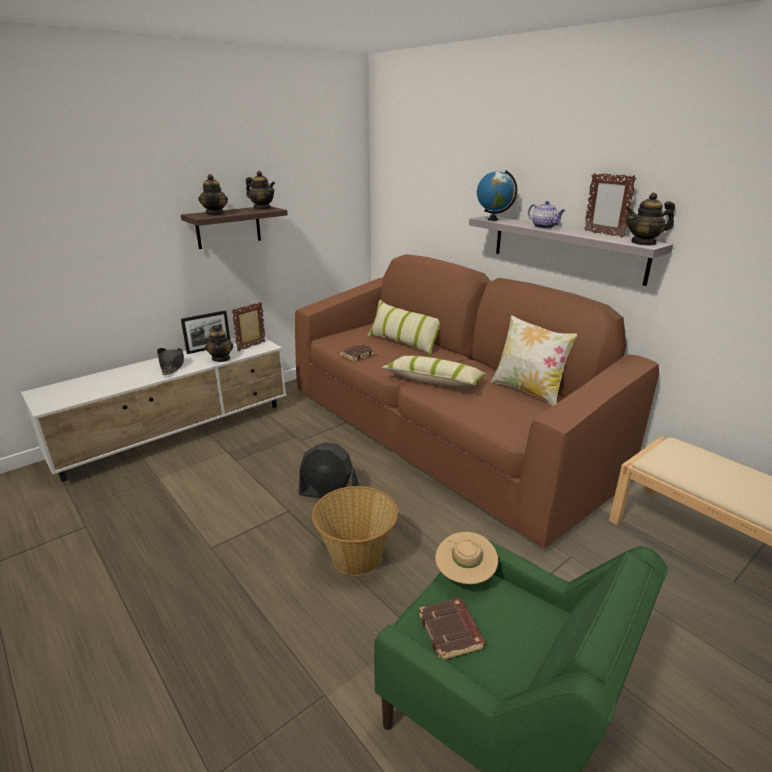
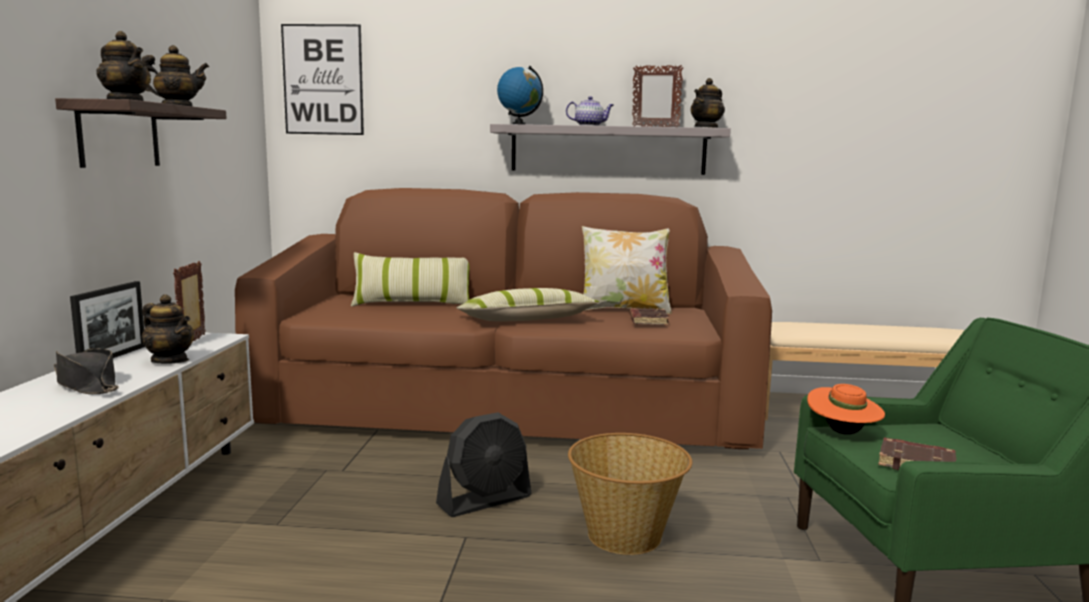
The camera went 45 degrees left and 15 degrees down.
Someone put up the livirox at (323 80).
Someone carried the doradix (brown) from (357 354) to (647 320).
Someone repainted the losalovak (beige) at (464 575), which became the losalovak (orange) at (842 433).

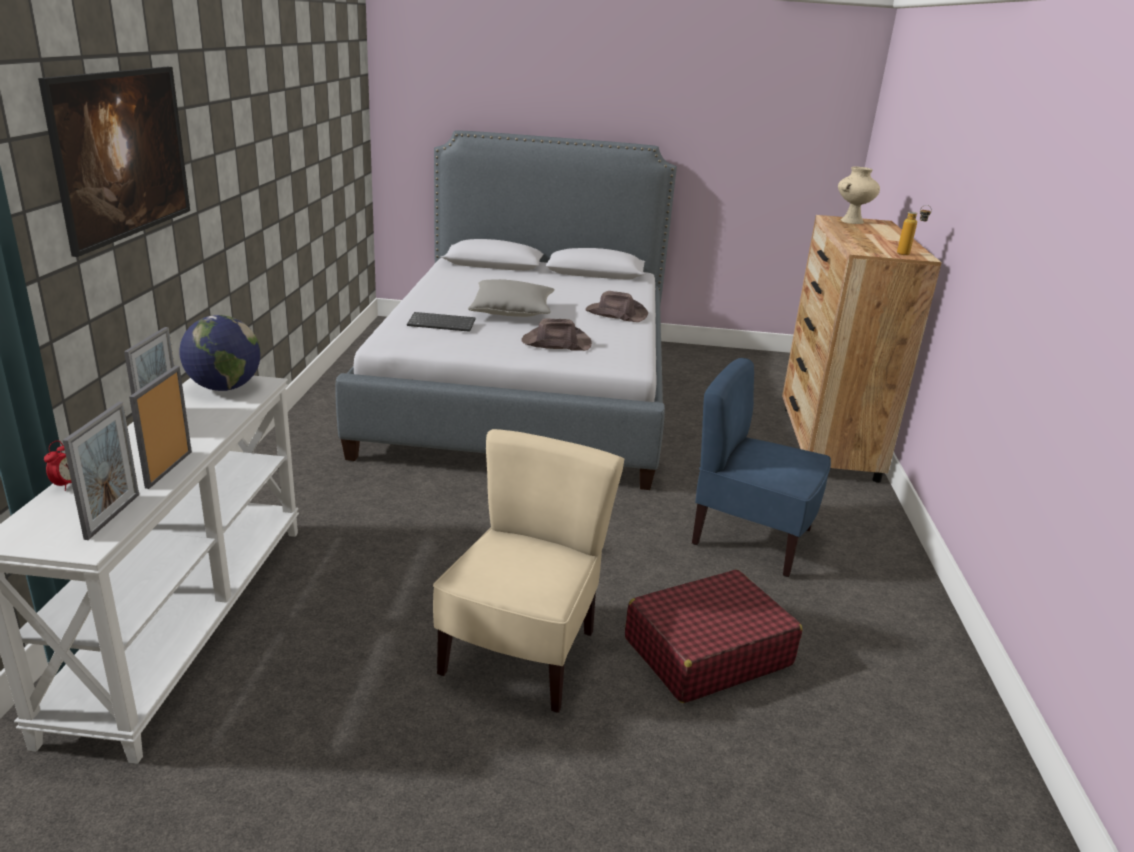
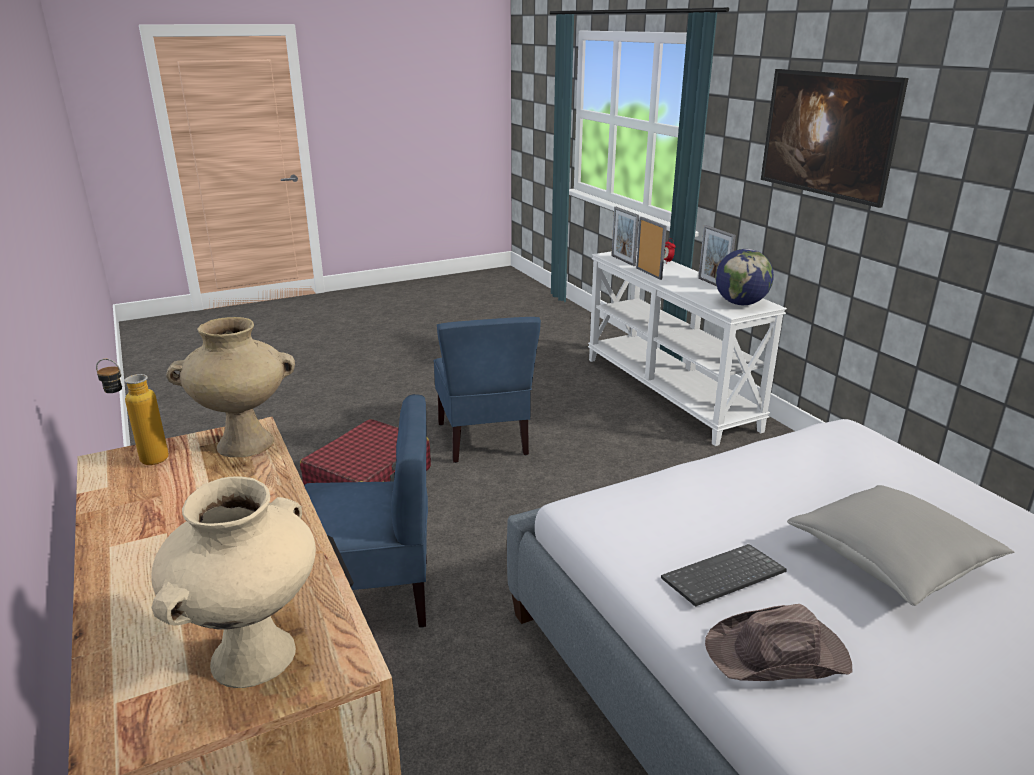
The camera went 150 degrees right and 0 degrees up.
Someone put down the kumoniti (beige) at (247 443).
Someone repainted the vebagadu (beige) at (522 654), which became the vebagadu (blue) at (484 439).
Someone carried the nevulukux from (442 323) to (723 579).
Someone took away the losalovak (brown) at (555 343).

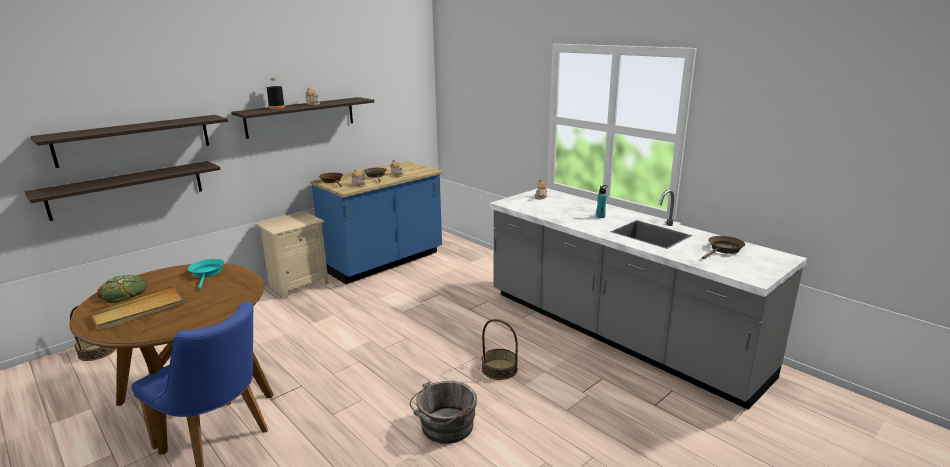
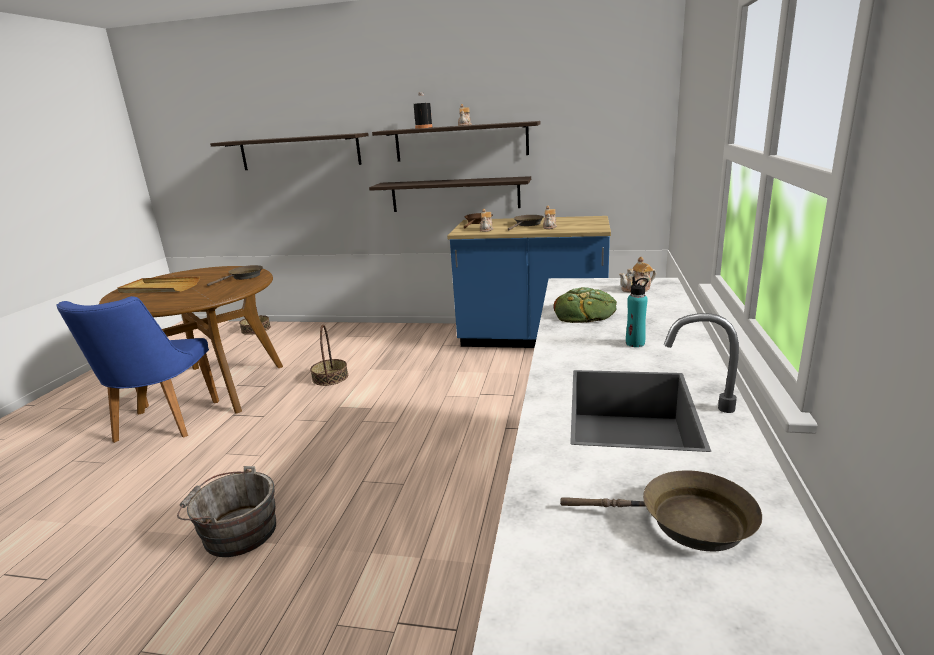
The camera went 55 degrees right and 0 degrees up.
Someone repainted the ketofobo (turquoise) at (207 273), which became the ketofobo (brown) at (244 277).
Someone carried the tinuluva from (499 369) to (330 377).
Someone carried the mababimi from (127 189) to (455 194).
Someone carried the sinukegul from (124 292) to (584 312).
Someone took away the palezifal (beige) at (298 285).

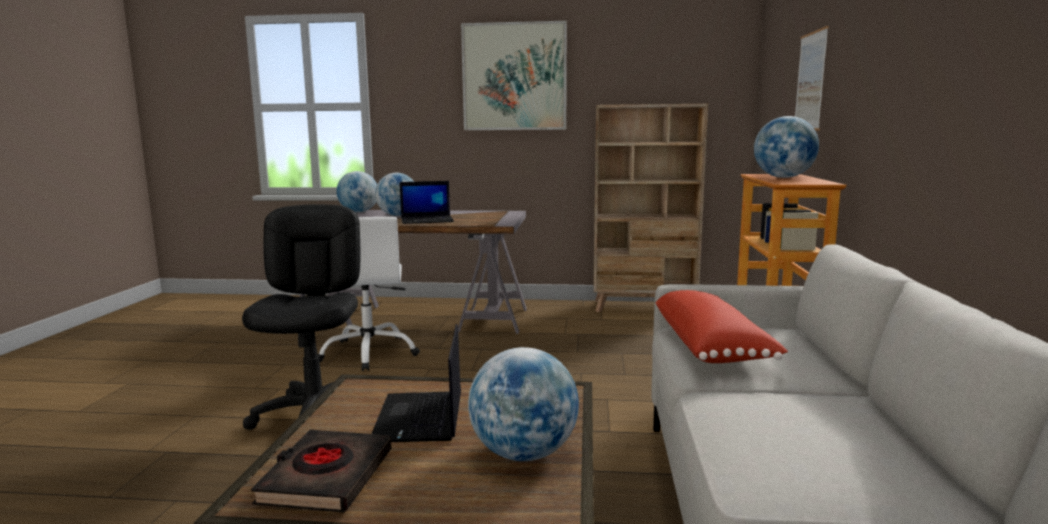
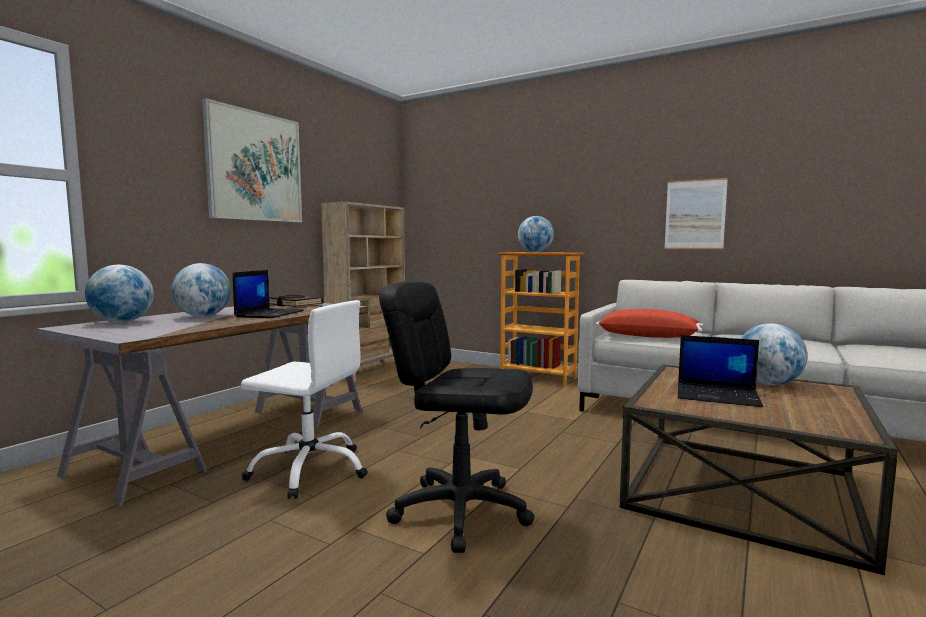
The camera went 65 degrees left and 5 degrees down.
Someone carried the doradix (black) from (326 477) to (294 304).
Someone carried the livirox from (810 81) to (695 214).

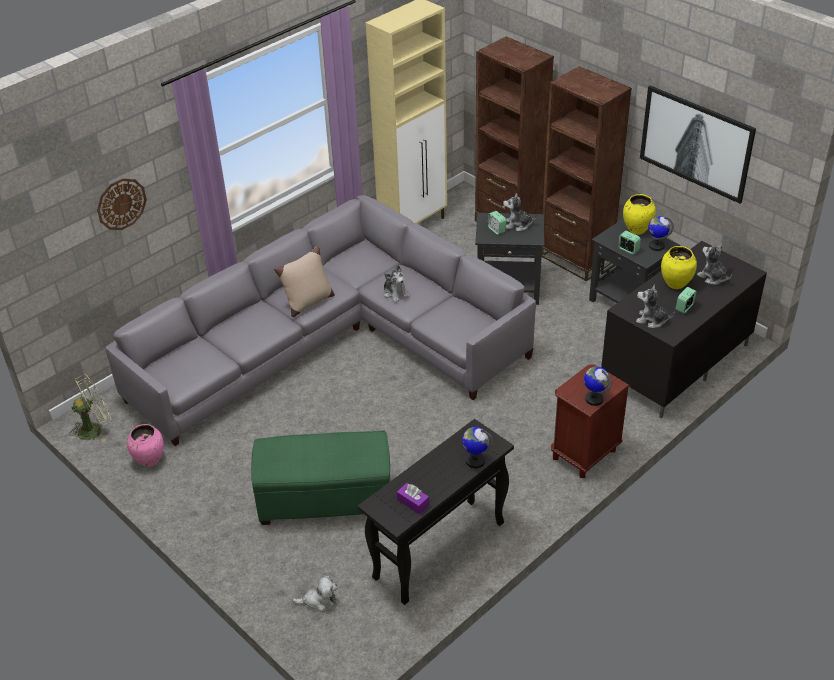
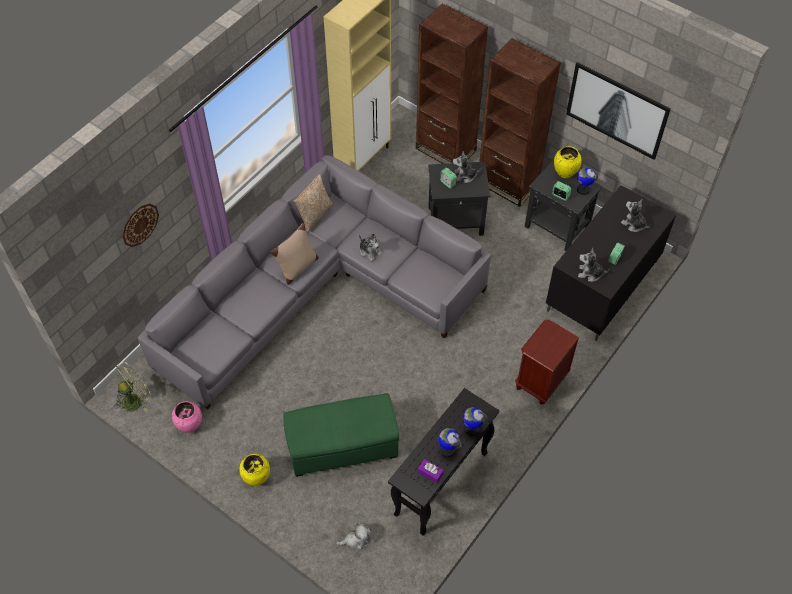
The camera went 10 degrees left and 15 degrees up.
Someone carried the kumoniti (yellow) from (675 284) to (257 477).
Someone put down the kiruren at (314 215).
Someone carried the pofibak from (594 399) to (447 449).

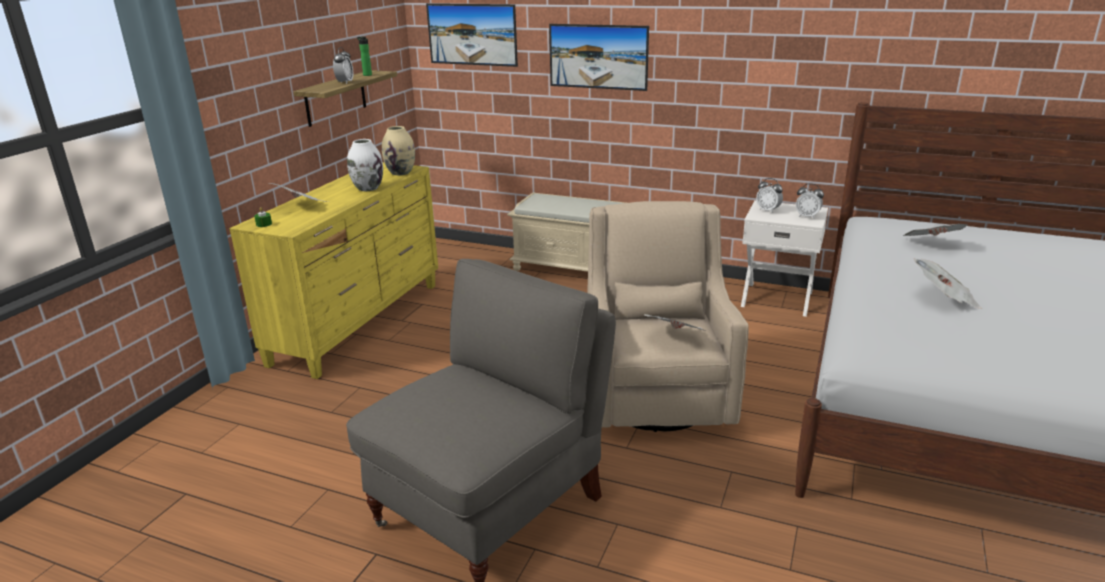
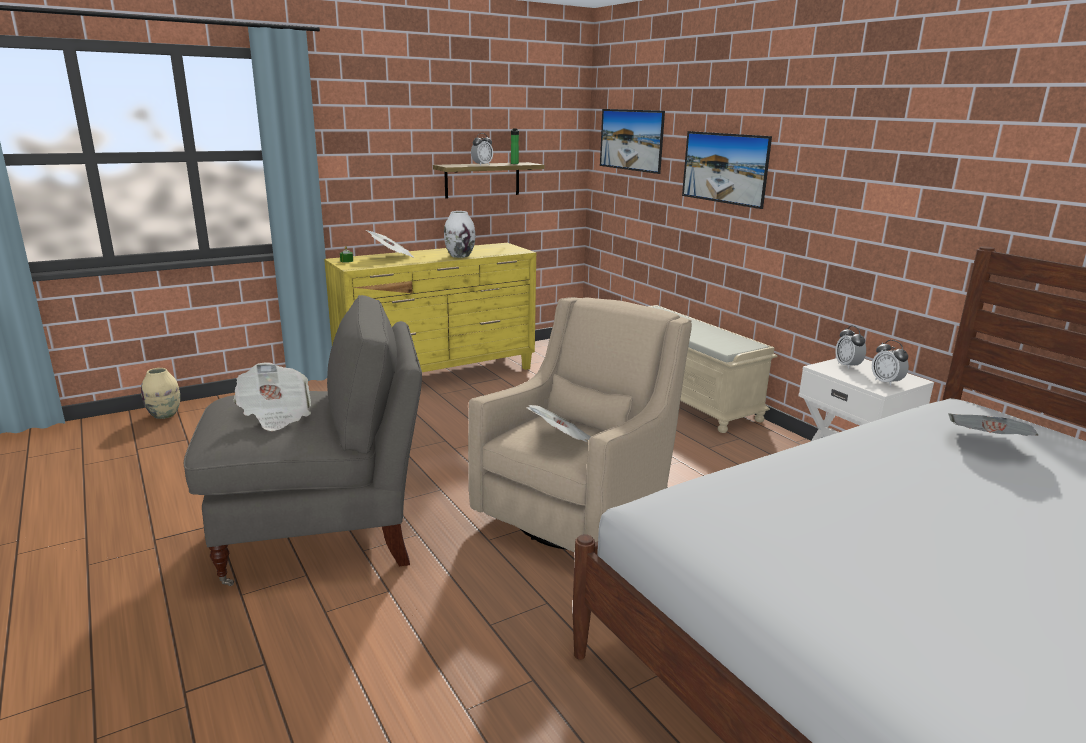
The camera went 35 degrees right and 5 degrees down.
Someone carried the kumoniti (beige) from (401 172) to (165 415).
Someone carried the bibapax from (944 299) to (275 415).

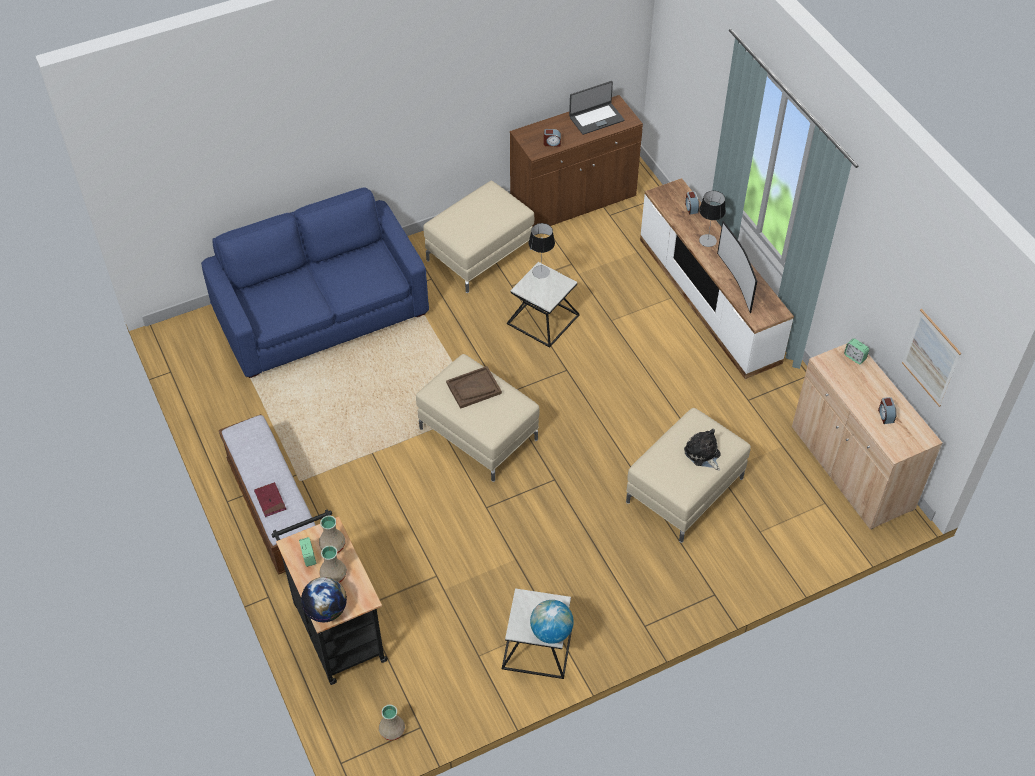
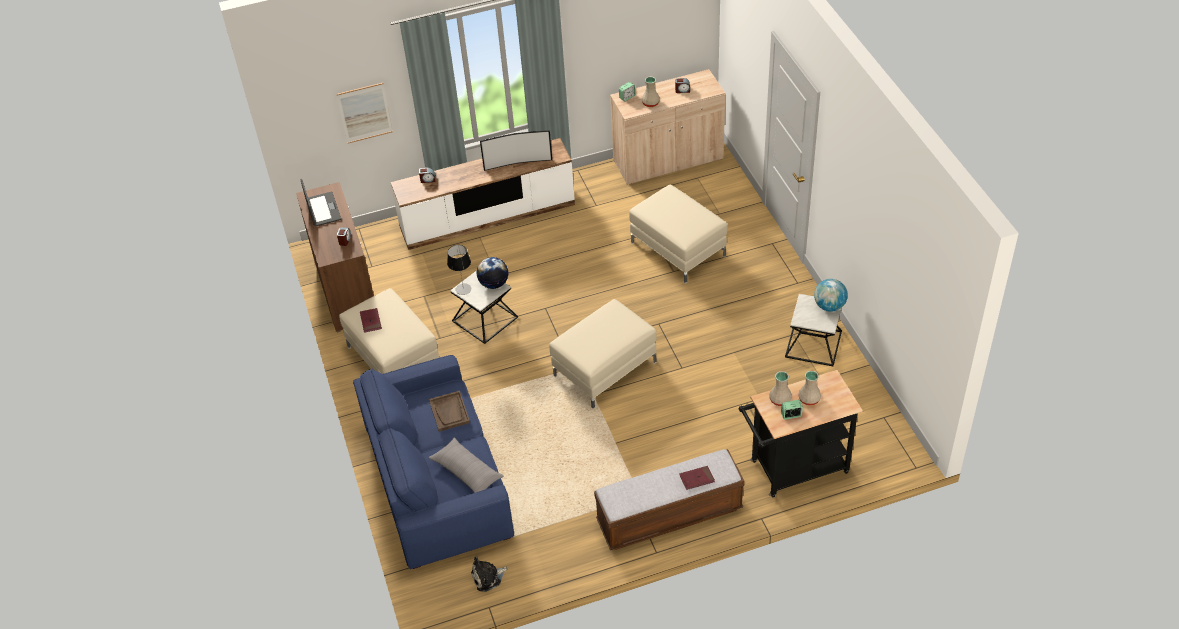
The camera went 80 degrees left and 5 degrees down.
Someone carried the livirox from (931 358) to (365 113).
Someone put down the doradix (red) at (371 321).
Someone put down the kiruren (grey) at (466 472).
Someone carried the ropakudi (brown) from (473 388) to (449 412).
Someone carried the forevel from (703 454) to (488 577).
Someone carried the pofibak from (326 610) to (494 283).
Someone carried the kumoniti (beige) from (391 731) to (651 103).
Someone took away the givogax at (707 240).

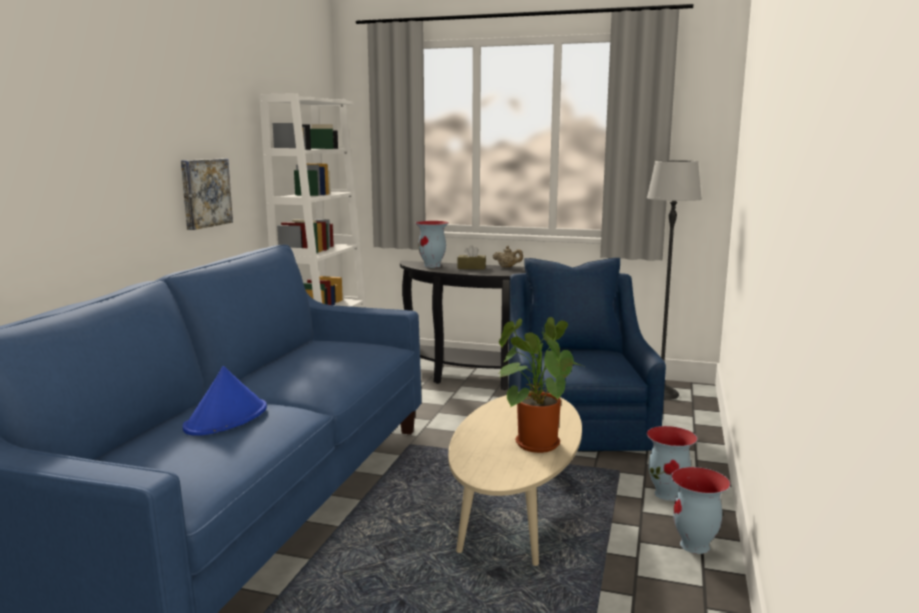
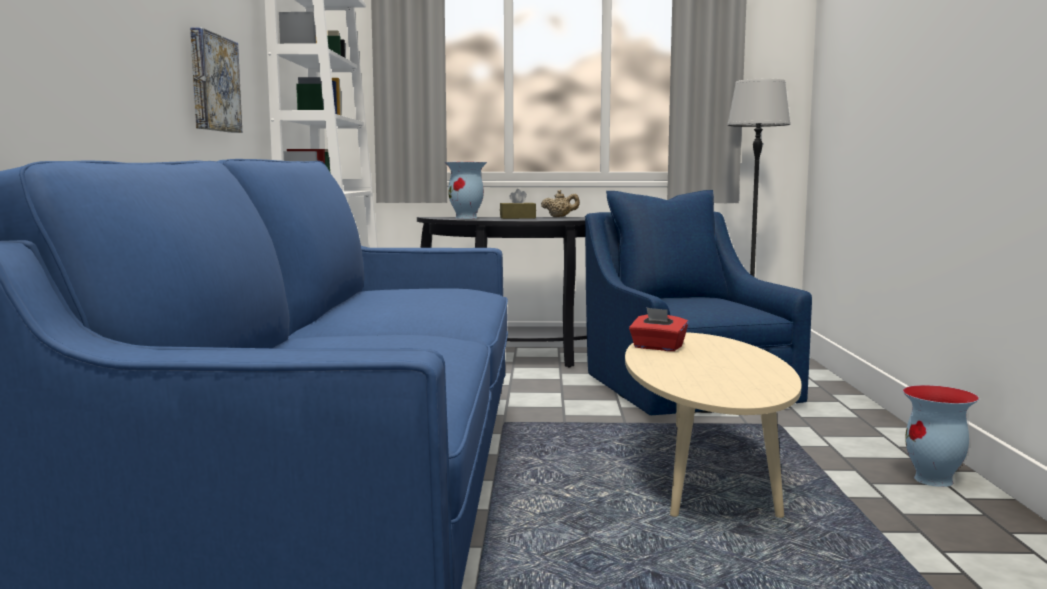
The camera went 15 degrees left and 5 degrees down.
Someone put down the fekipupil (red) at (657 347).
Someone took away the losalovak (blue) at (226 418).
Someone took away the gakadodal at (534 442).
Someone took away the kumoniti at (668 494).

